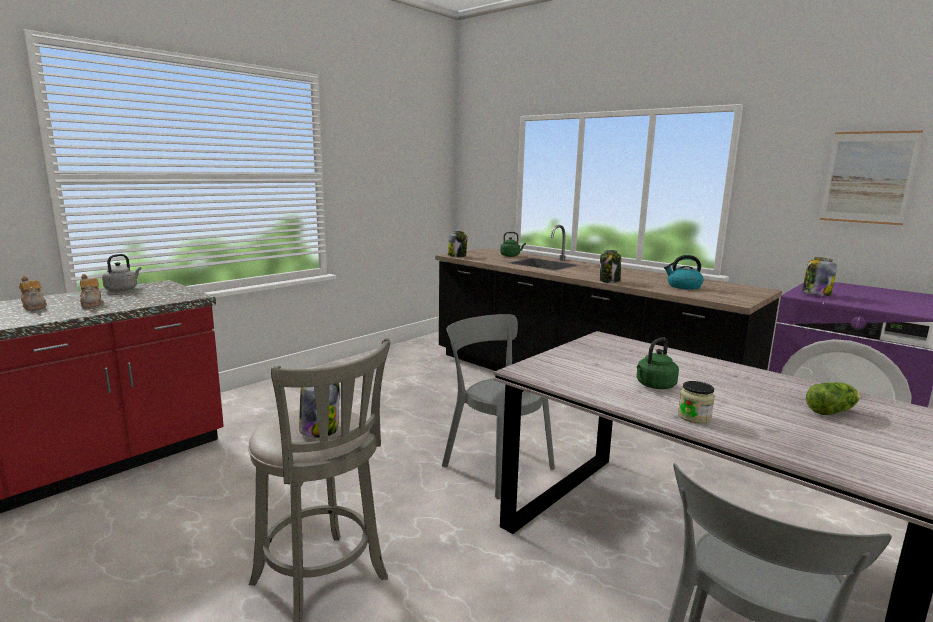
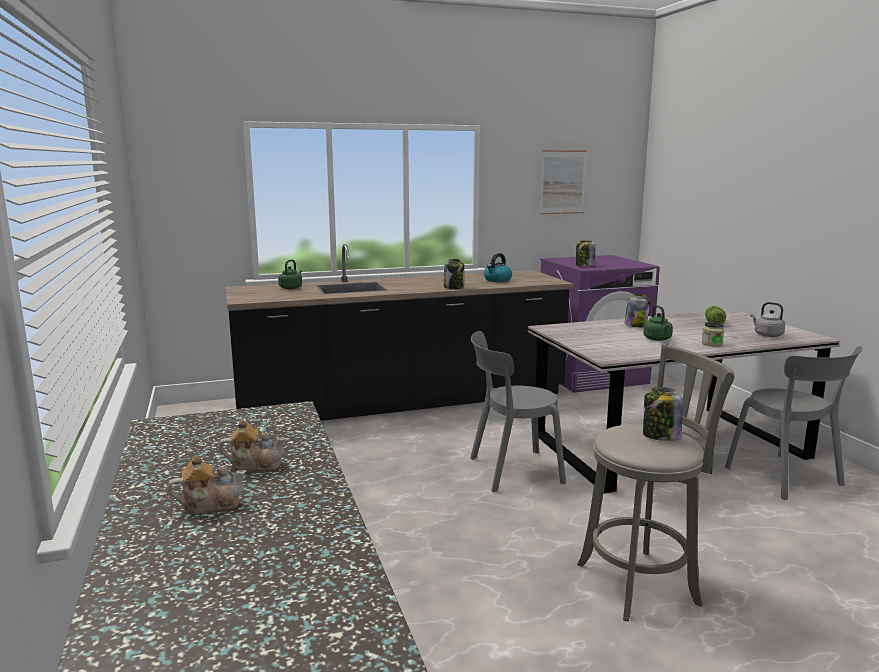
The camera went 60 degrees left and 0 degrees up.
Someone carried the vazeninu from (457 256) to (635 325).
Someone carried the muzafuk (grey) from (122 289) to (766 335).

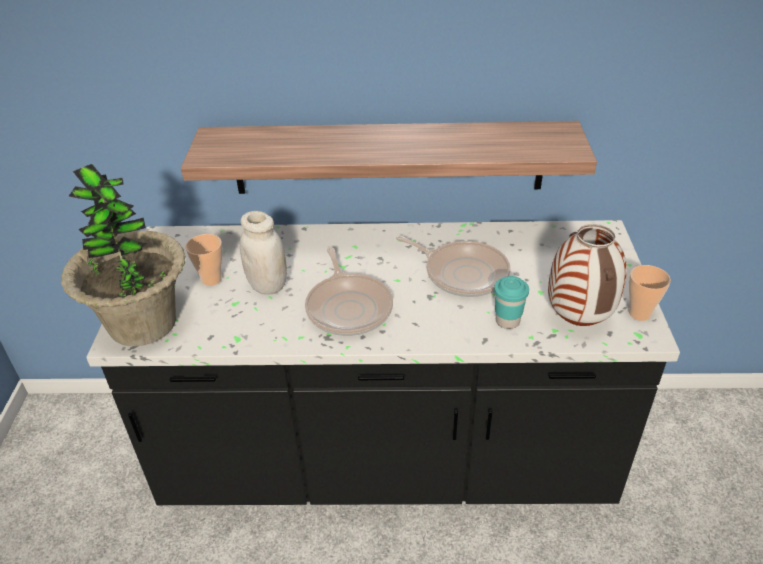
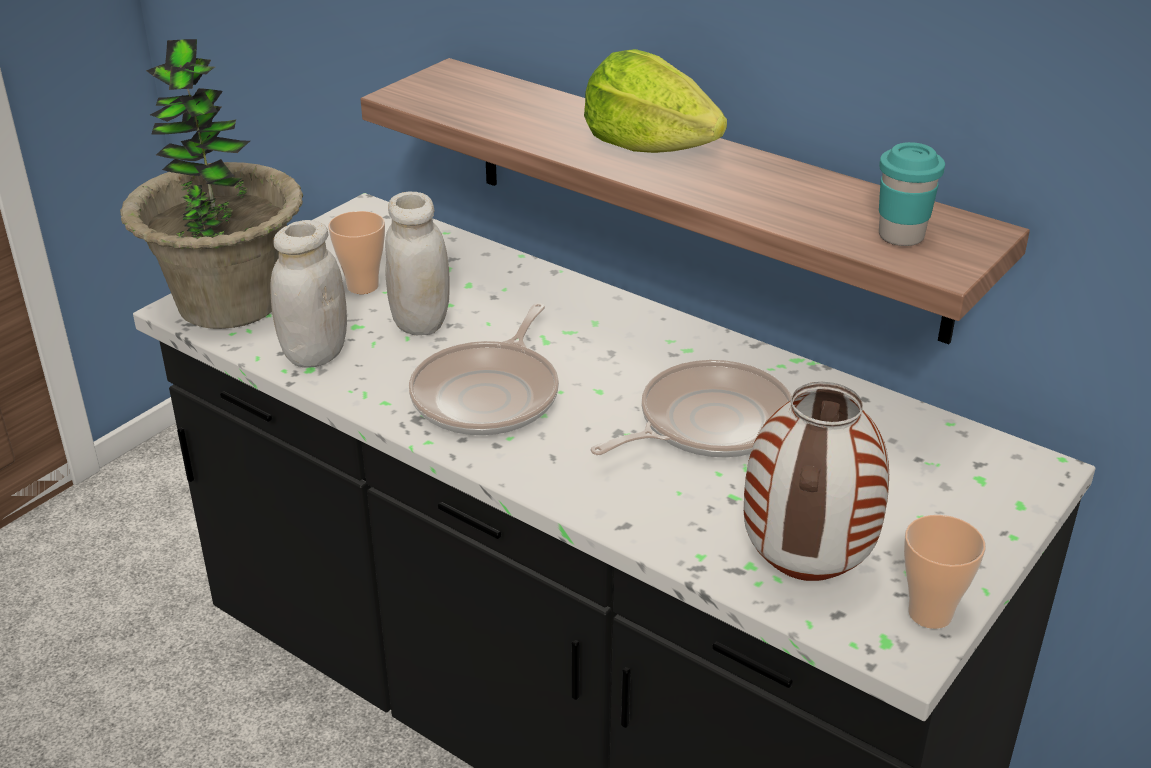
The camera went 35 degrees right and 5 degrees down.
Someone put down the vazeninu (white) at (315 354).
Someone put down the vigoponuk at (648 146).
Someone rotated the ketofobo at (462 273) by 105 degrees counterclockwise.
Someone carried the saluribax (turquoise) from (507 321) to (901 236).

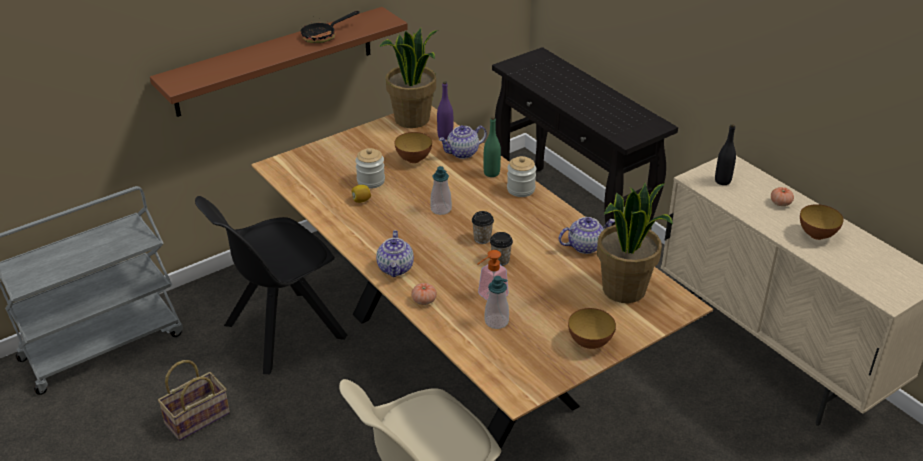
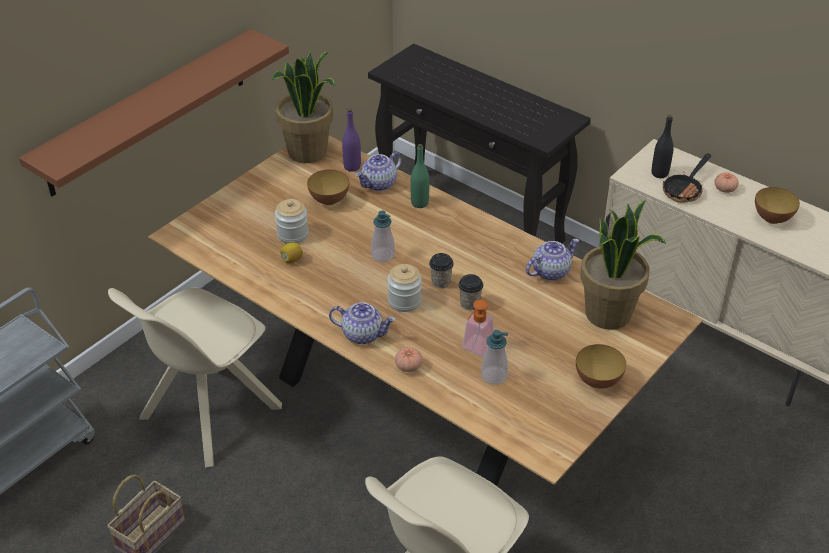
The camera went 15 degrees left and 5 degrees up.
Someone repainted the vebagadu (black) at (281 332), which became the vebagadu (beige) at (207 414).
Someone rotated the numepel at (396 268) by 60 degrees counterclockwise.
Someone carried the vazeninu from (521 189) to (404 301).
Someone carried the ketofobo from (323 36) to (685 189).

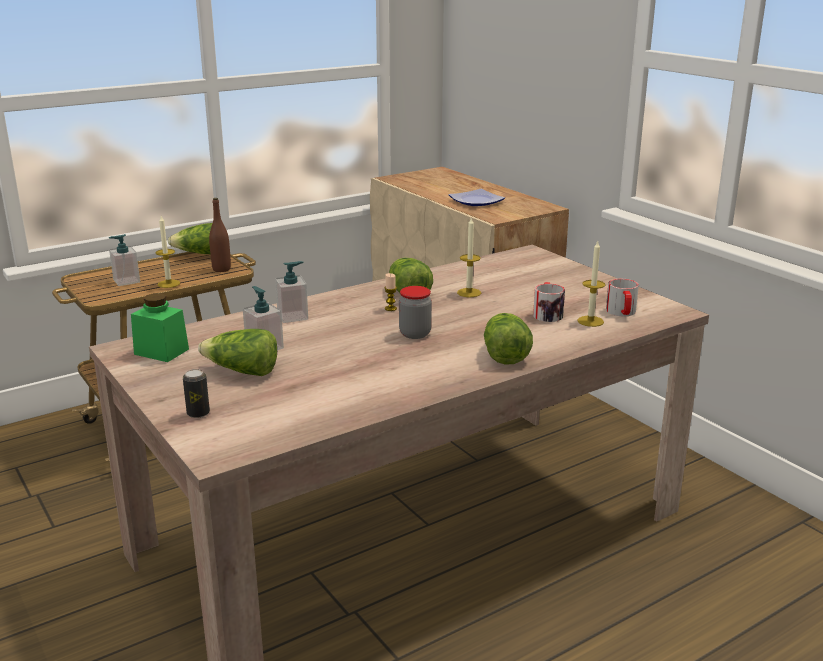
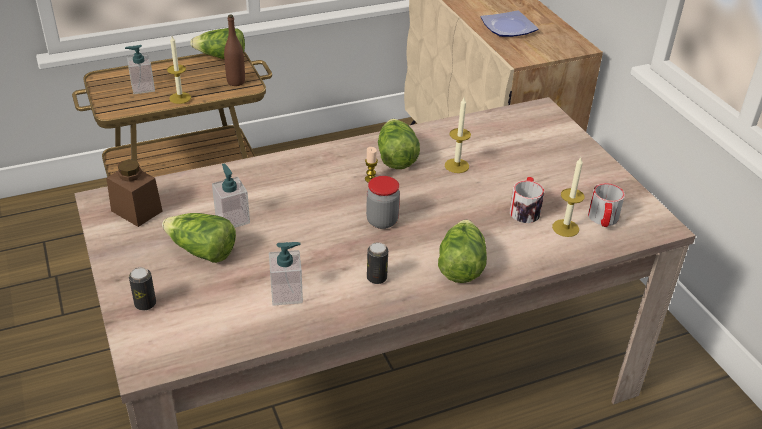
The camera went 10 degrees right and 15 degrees up.
Someone repainted the vazeninu (green) at (161 351), which became the vazeninu (brown) at (136 211).
Someone carried the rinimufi from (293 316) to (287 294).
Someone put down the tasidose at (376 278).

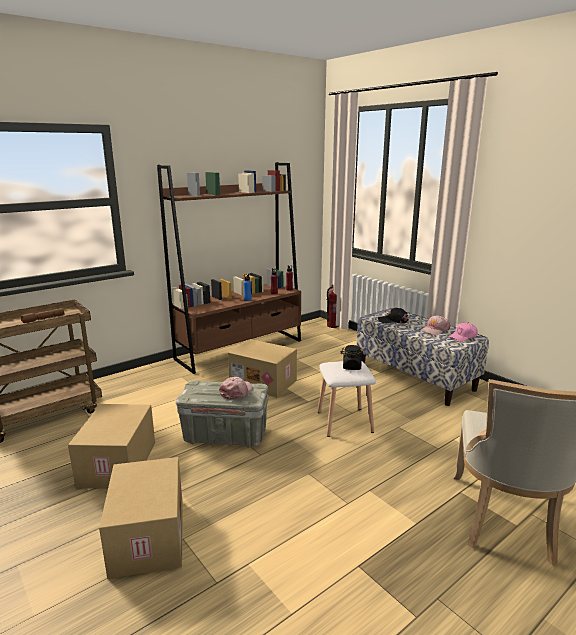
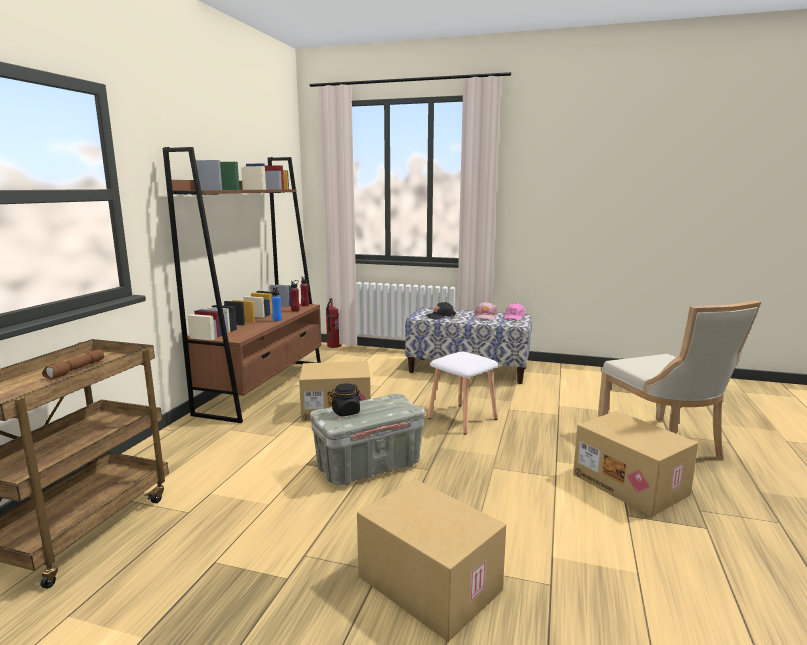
The camera went 35 degrees left and 5 degrees down.
Someone carried the vazeninu (black) from (351 367) to (345 412).
Someone carried the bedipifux from (119 464) to (631 484).
Someone took away the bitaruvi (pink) at (236 392).

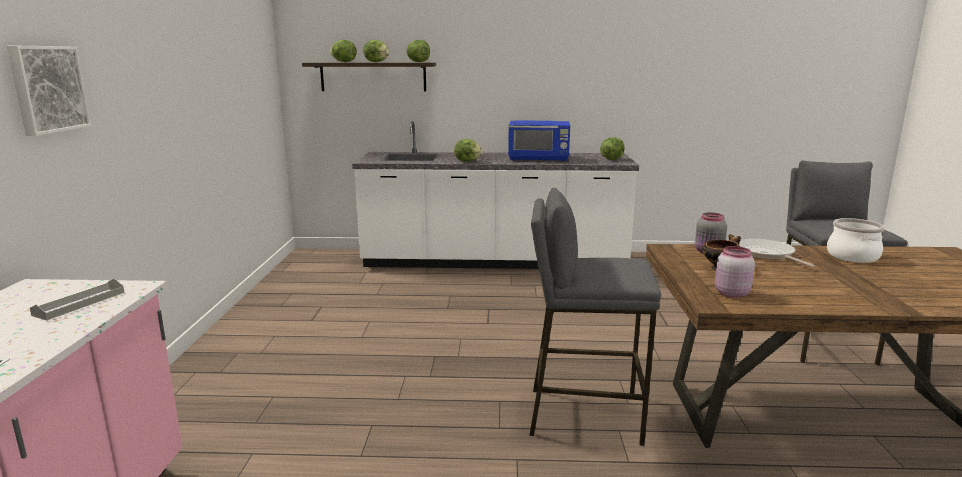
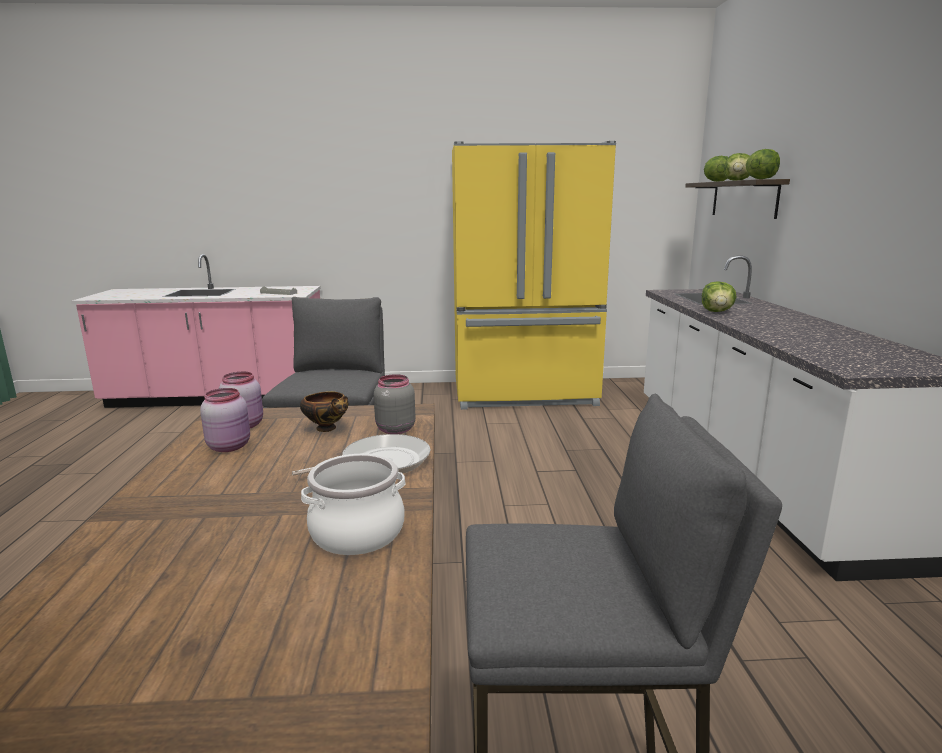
The camera went 85 degrees right and 0 degrees up.
Someone put down the vazeninu (pink) at (230 446).
Someone put down the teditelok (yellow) at (525 395).
Someone took away the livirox at (47 89).
Someone took away the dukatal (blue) at (539 159).
Someone took away the vigoponuk at (611 159).

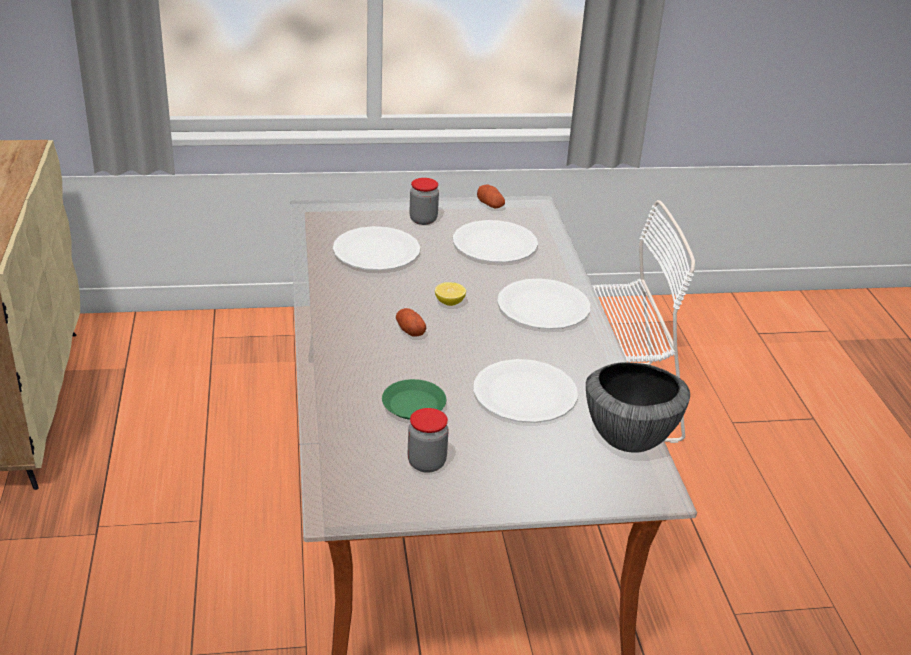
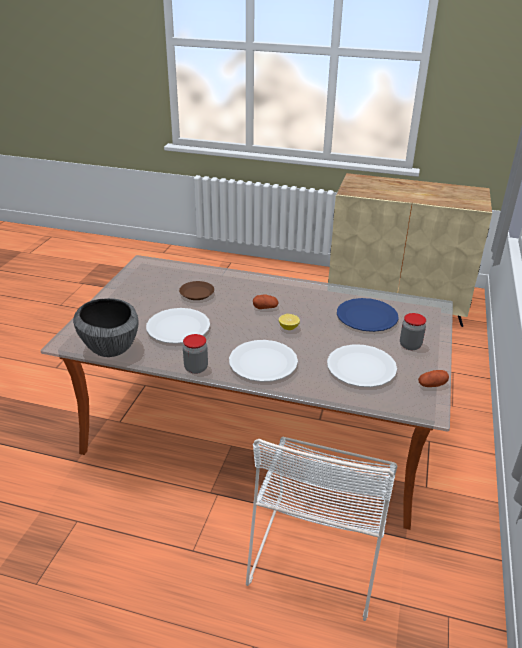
The camera went 115 degrees right and 0 degrees up.
Someone repainted the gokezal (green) at (414 405), which became the gokezal (brown) at (196 293).
Someone carried the vazeninu from (426 463) to (196 368).
Someone repainted the gokezal (white) at (376 251), which became the gokezal (blue) at (366 316).

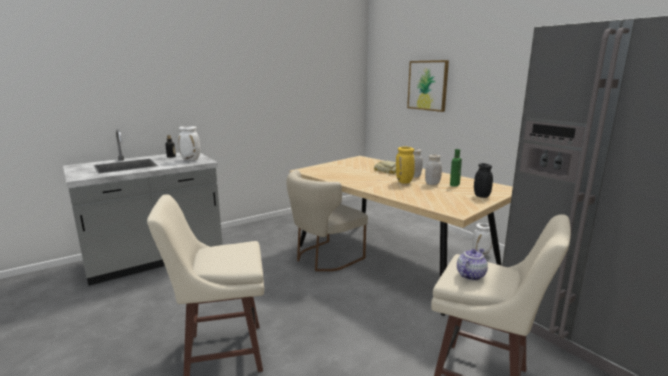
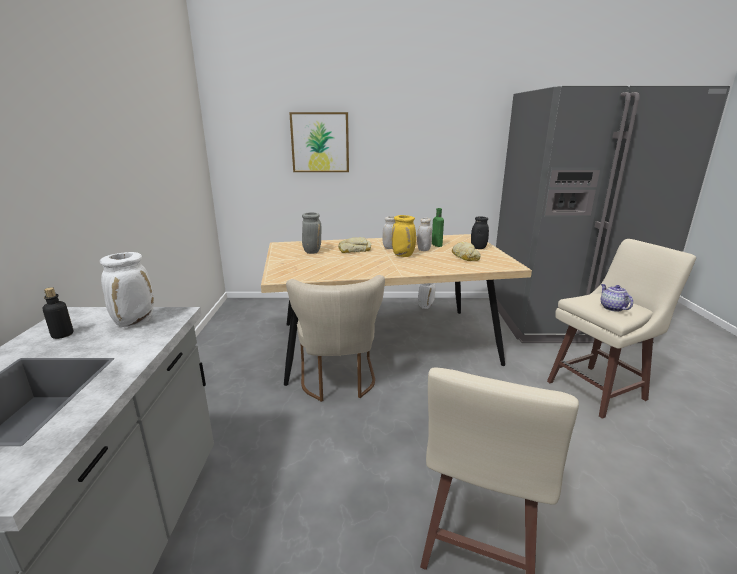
The camera went 55 degrees left and 5 degrees up.
Someone put down the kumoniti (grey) at (312 252).
Someone put down the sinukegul at (465 256).

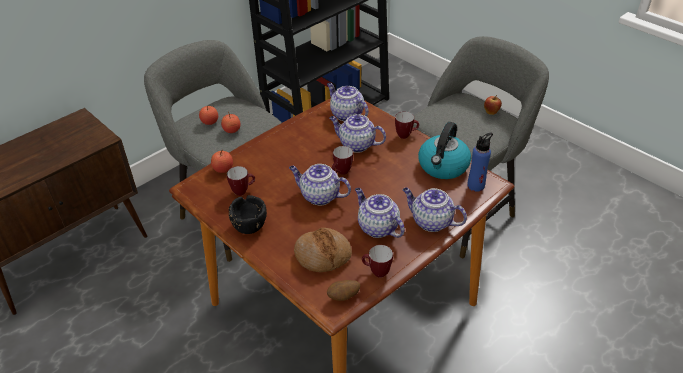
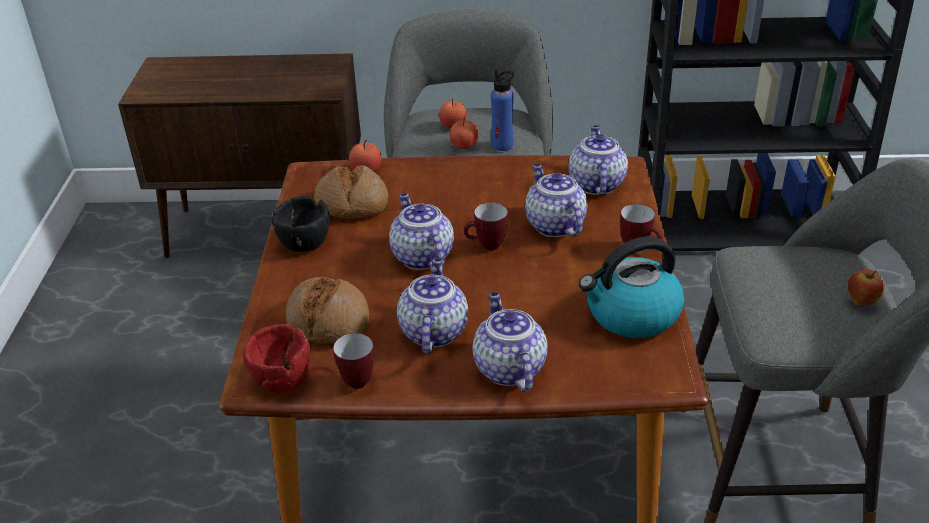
The camera went 45 degrees right and 5 degrees down.
Someone swapped the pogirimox at (343 297) for the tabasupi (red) at (282 378).
Someone swapped the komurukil at (243 191) for the sinukegul at (352 204).
Someone carried the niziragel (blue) from (476 185) to (502 145).

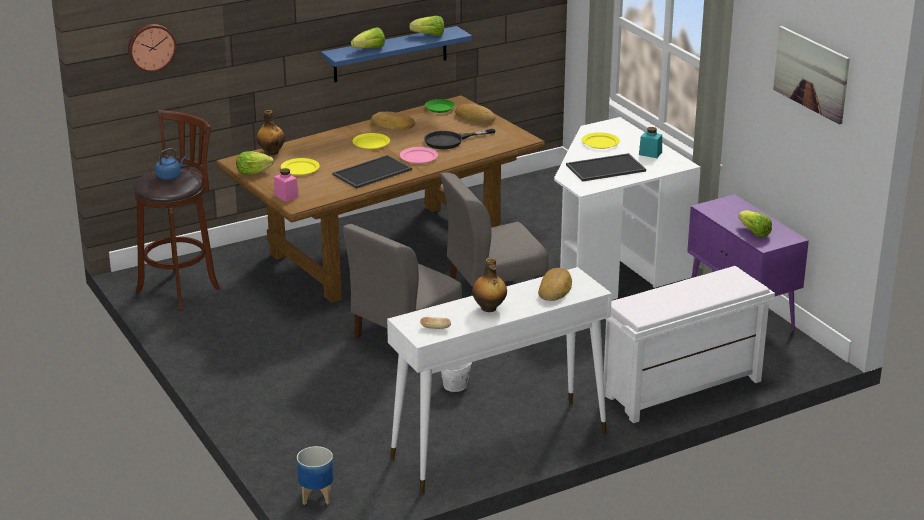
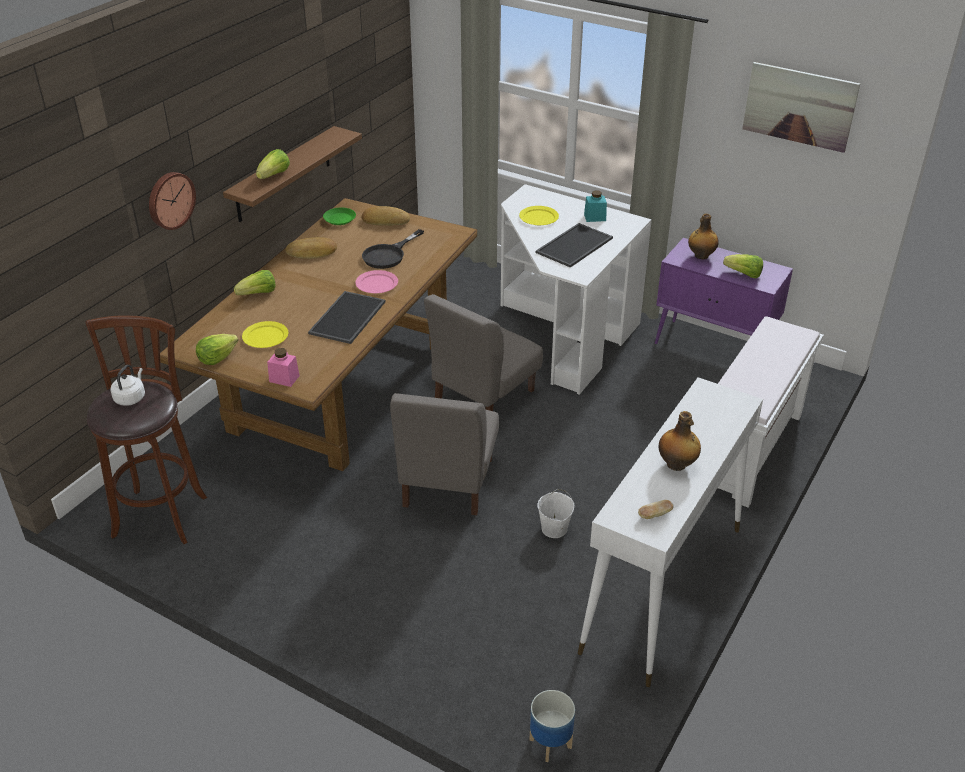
The camera went 30 degrees left and 10 degrees up.
Someone repainted the muzafuk (blue) at (170 176), which became the muzafuk (white) at (131 398).
Someone carried the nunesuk from (151 47) to (170 200).
Someone repainted the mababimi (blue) at (390 54), which became the mababimi (brown) at (283 174).
Someone carried the vigoponuk from (429 35) to (258 294).
Someone carried the niziragel from (271 152) to (701 256).
Someone took away the gokezal (yellow) at (371 143).
Someone took away the sinukegul at (555 289).

